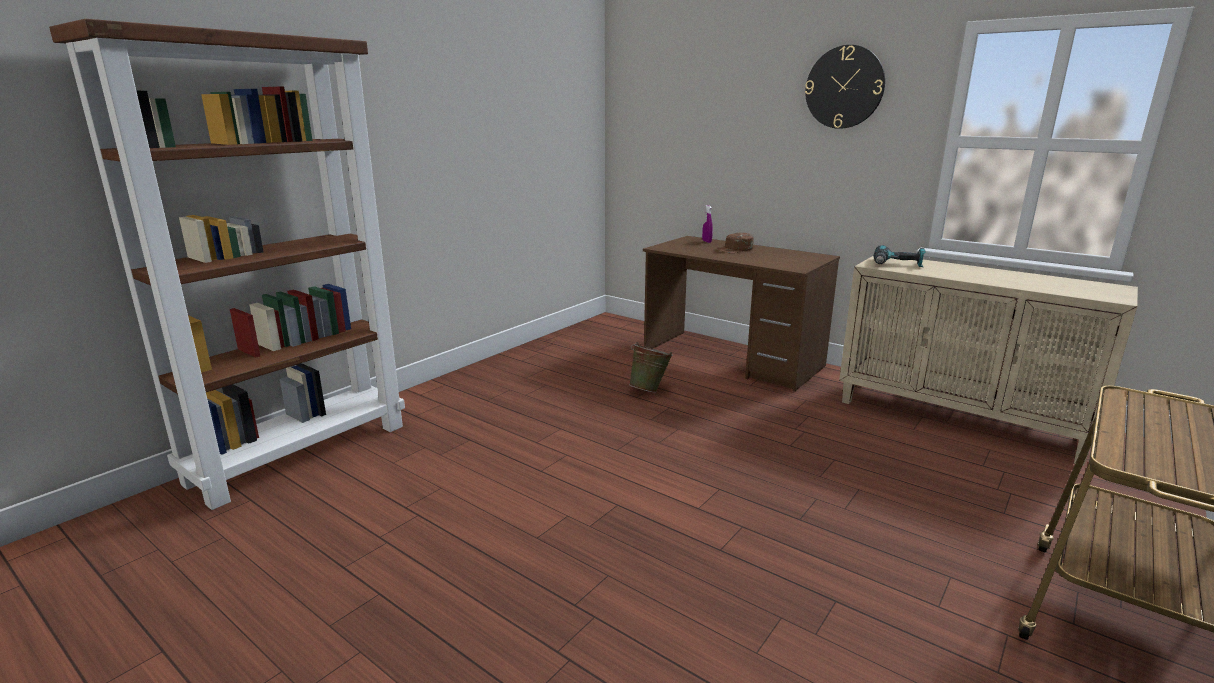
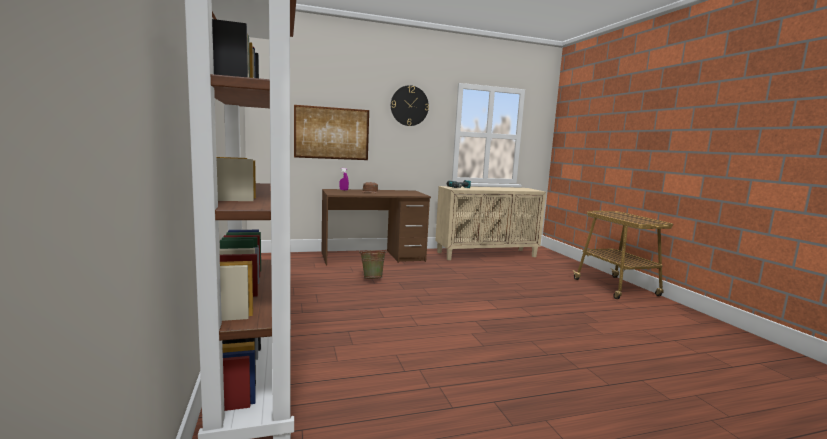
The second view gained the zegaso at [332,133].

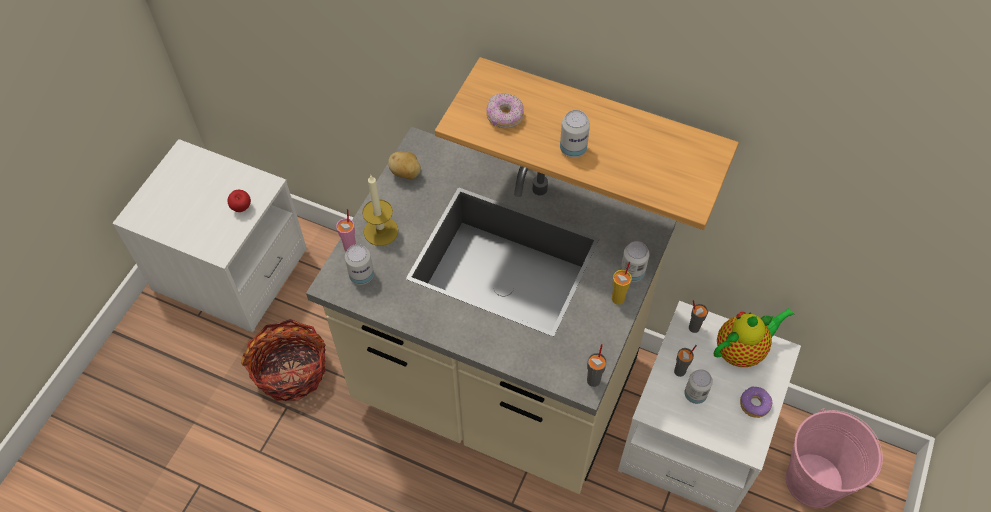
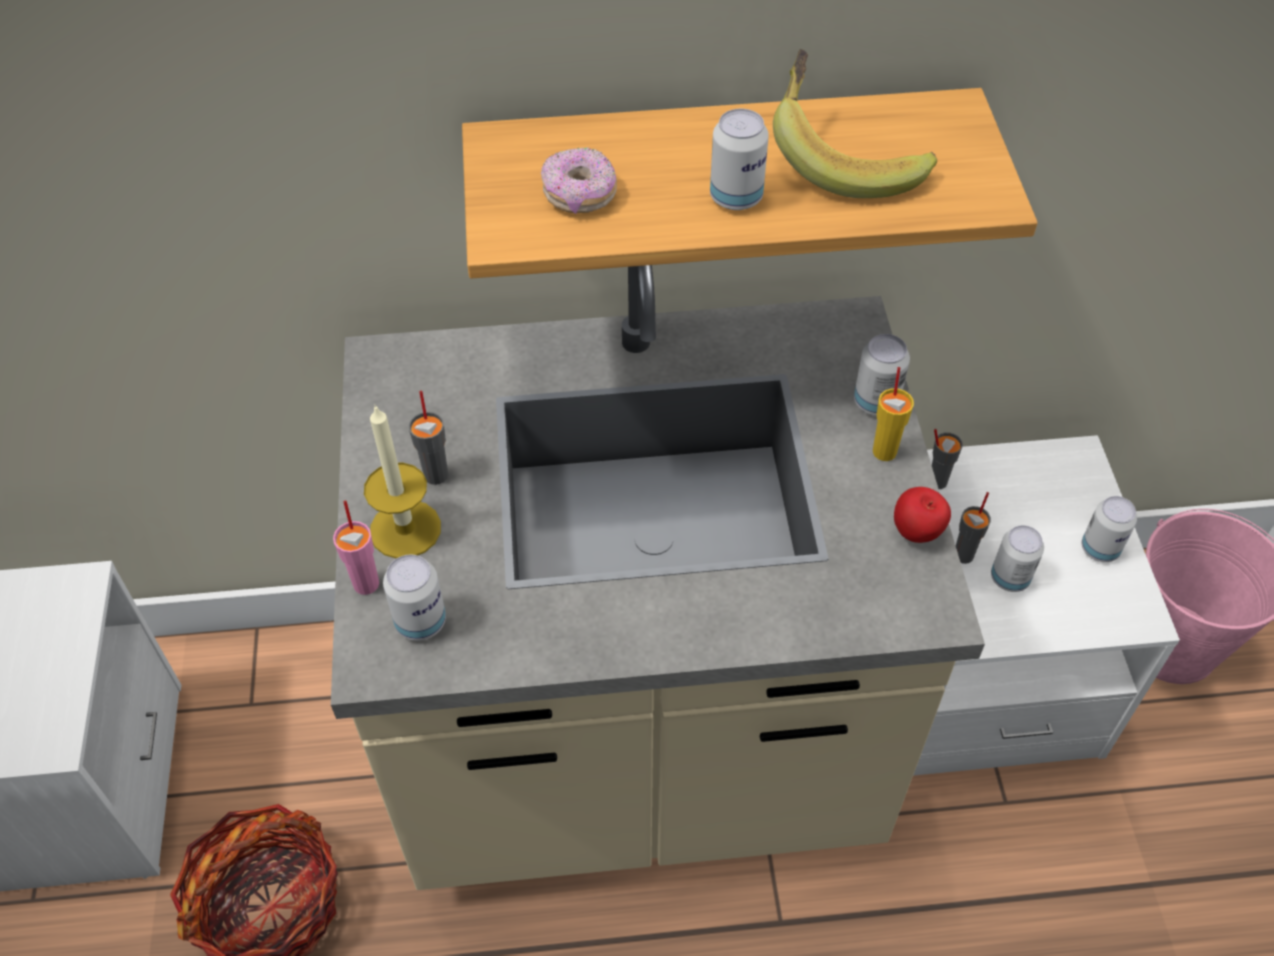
The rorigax ended up elsewhere, having gone from [242,208] to [917,533].
The second view lost the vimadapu at [406,173].
The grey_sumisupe ended up elsewhere, having gone from [594,380] to [436,474].
The second view lost the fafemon at [742,350].
Where the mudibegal stood at [754,404], the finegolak came to stand at [1099,549].
The second view gained the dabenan at [844,157].

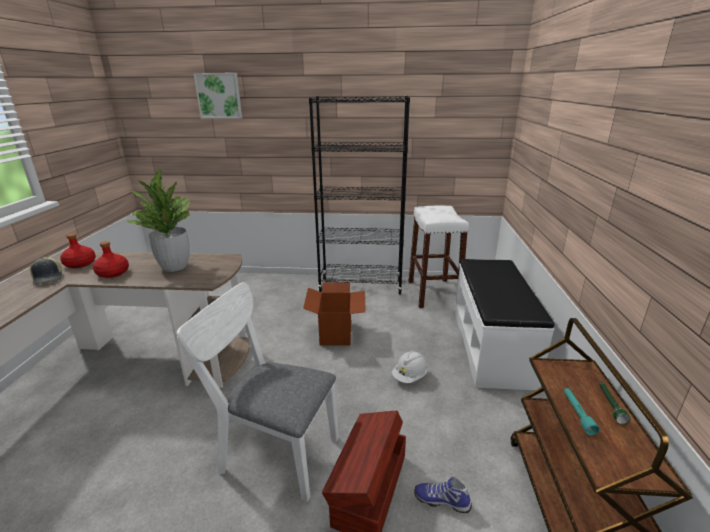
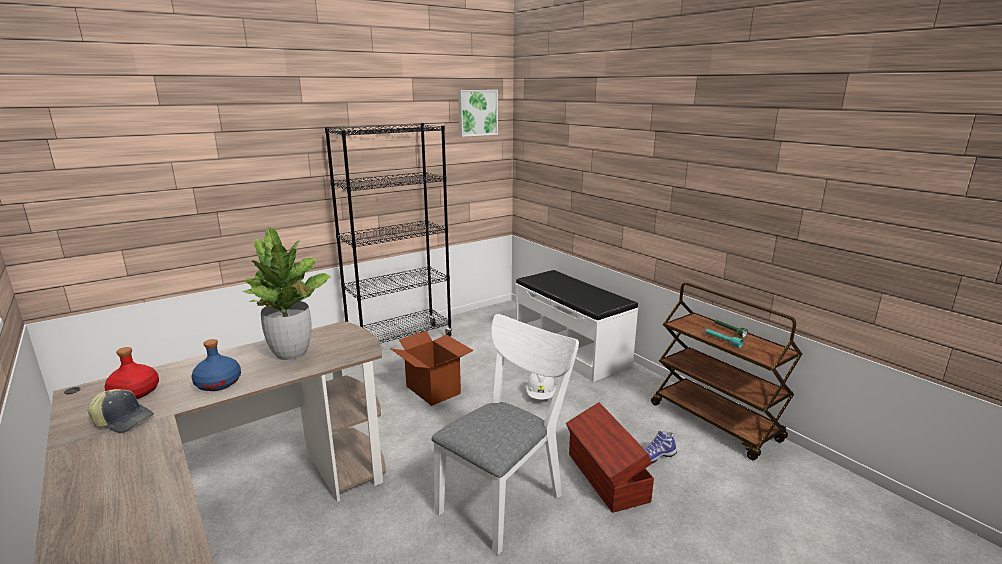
What was the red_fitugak at [113,273] turned into the blue_fitugak at [218,383].
The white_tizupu at [273,451] ended up facing another way, 150 degrees clockwise from before.
The zegaso ended up elsewhere, having gone from [219,96] to [477,112].
The second view lost the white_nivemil at [433,293].

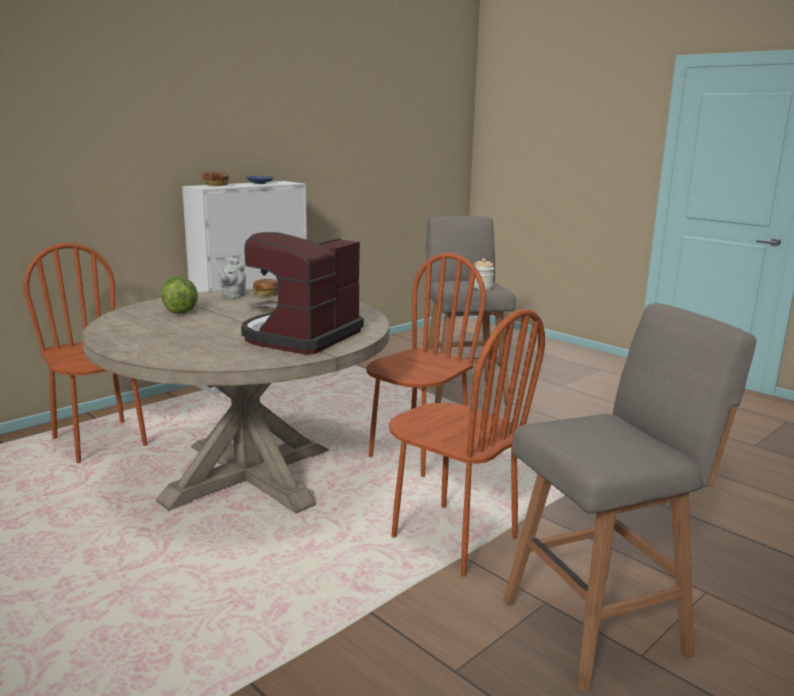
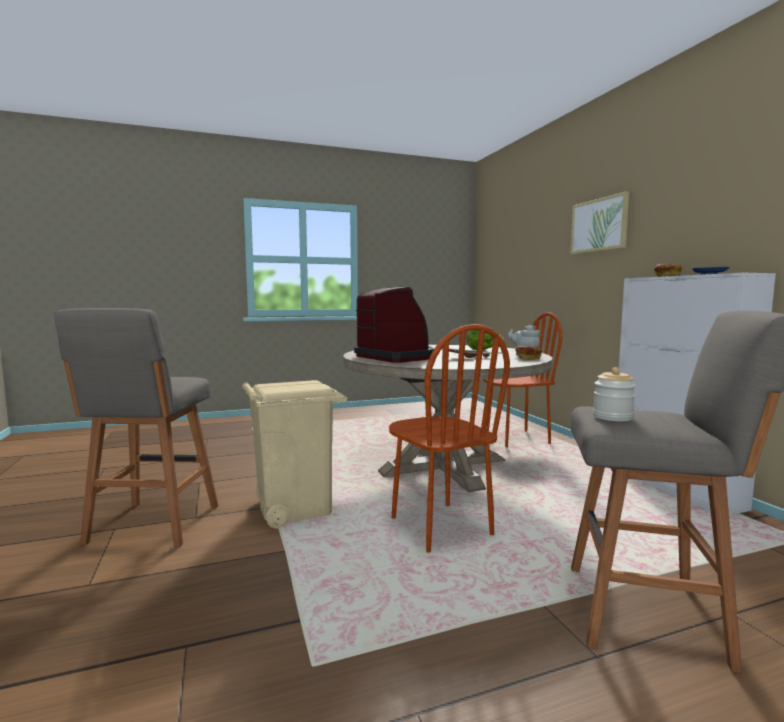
Where the brown_tizupu stood at [453,538], the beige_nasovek came to stand at [295,508].
The second view gained the zegaso at [599,225].

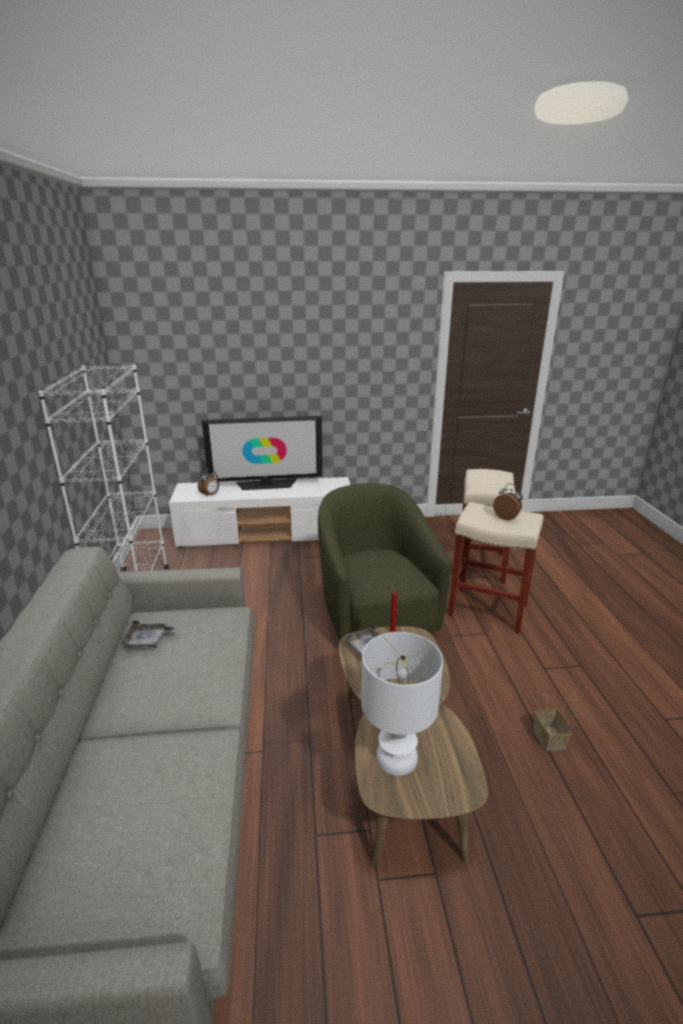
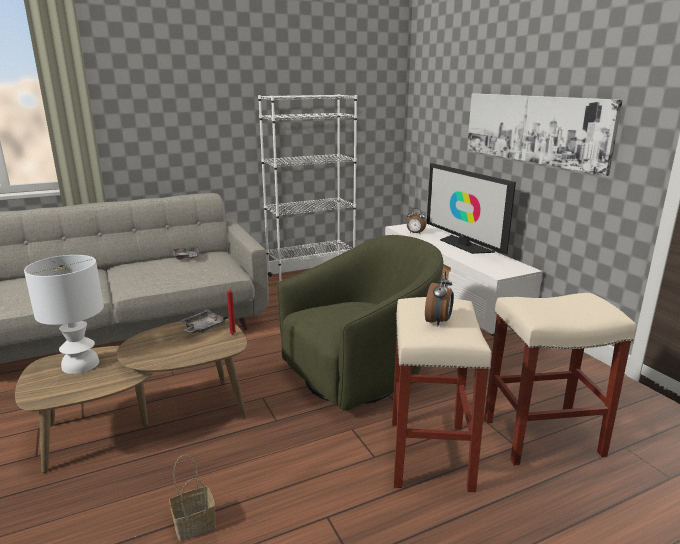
The second view gained the zegaso at [533,129].

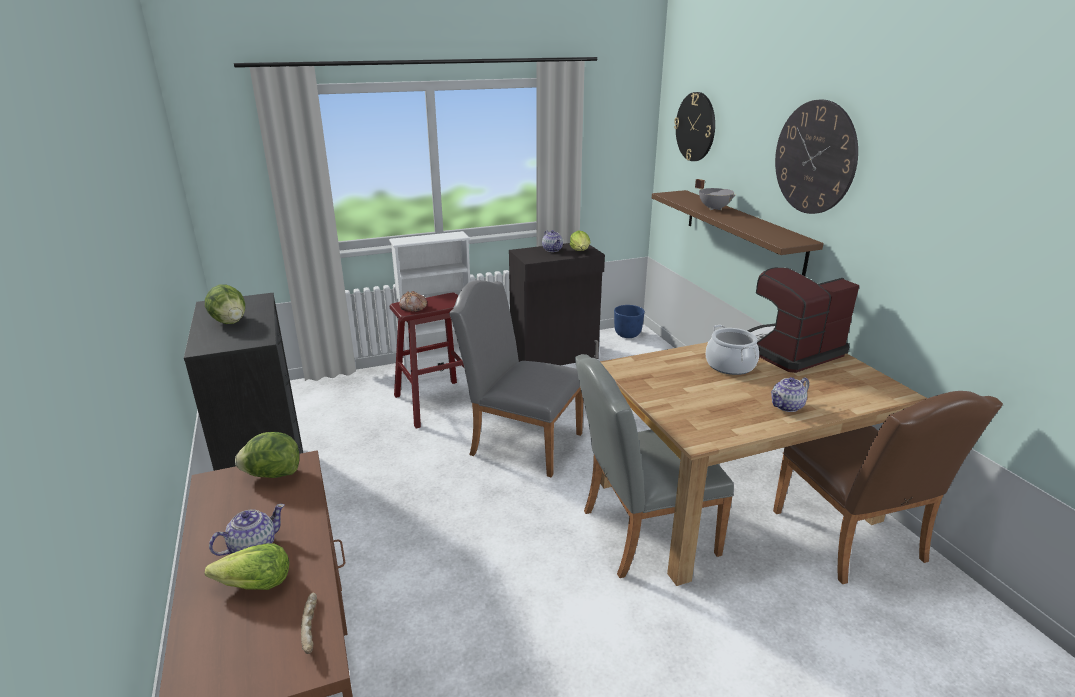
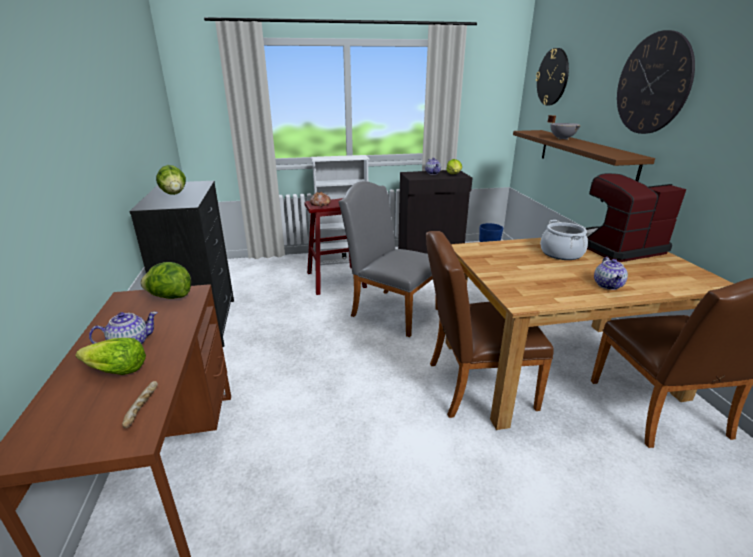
What was the grey_tizupu at [640,533] turned into the brown_tizupu at [472,385].
The fafemon at [787,406] ended up facing another way, 60 degrees counterclockwise from before.

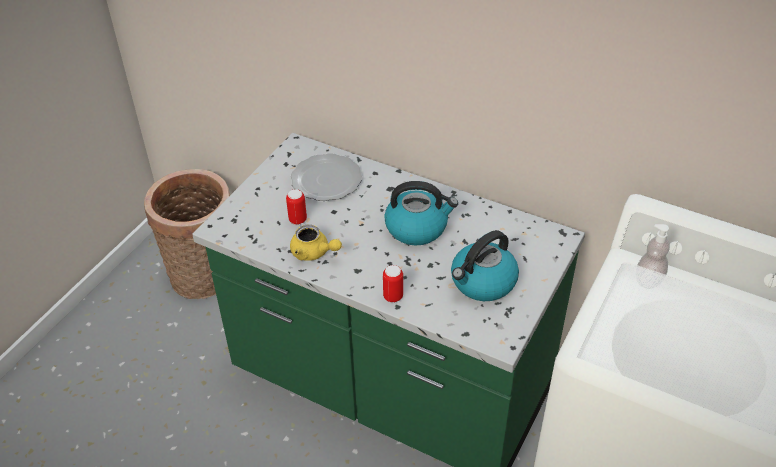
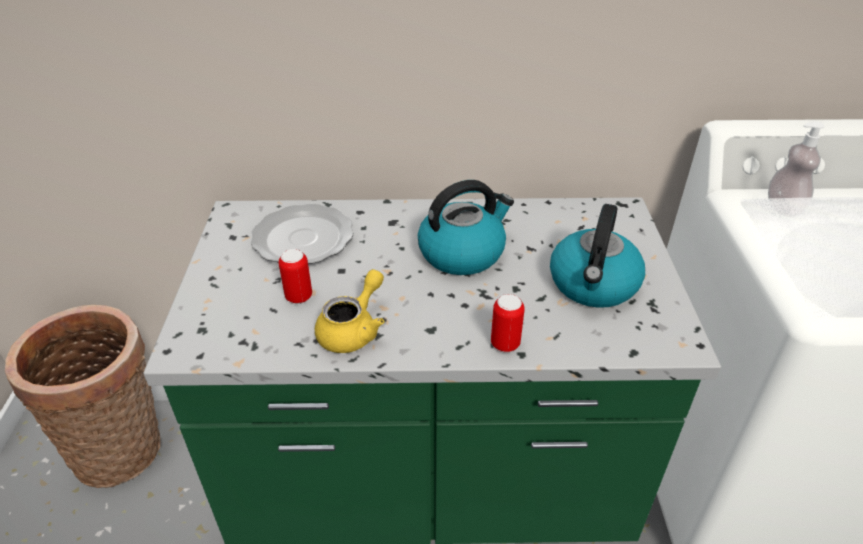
The yellow_fafemon at [314,253] ended up facing another way, 60 degrees counterclockwise from before.

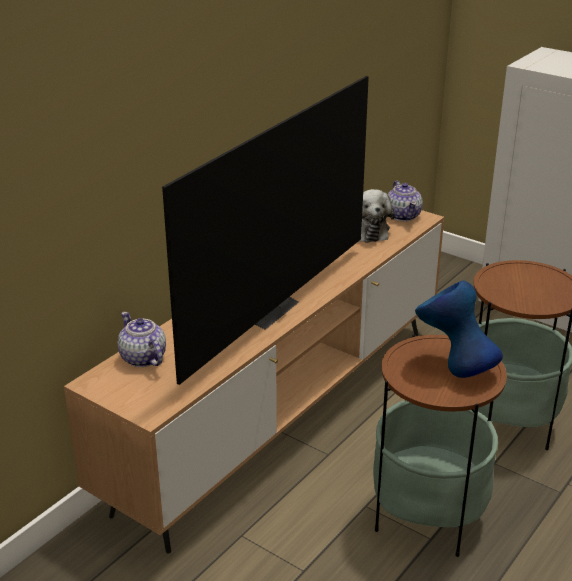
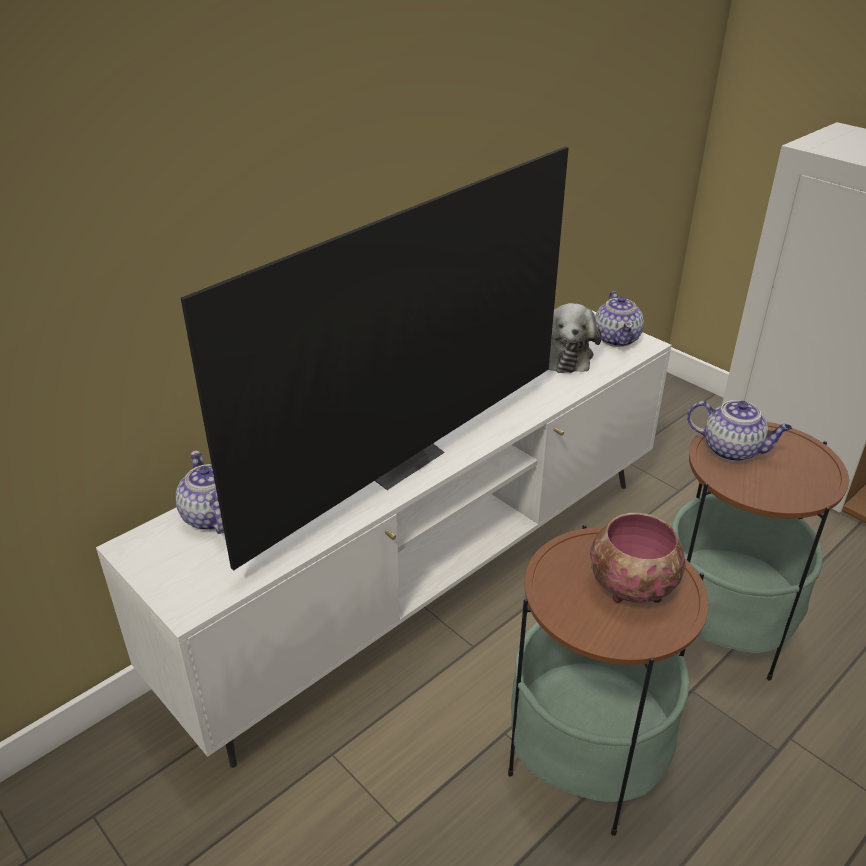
What was the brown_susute at [284,415] turned into the white_susute at [430,582].
Where the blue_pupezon stood at [454,368], the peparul came to stand at [630,589].
The second view gained the fafemon at [732,450].

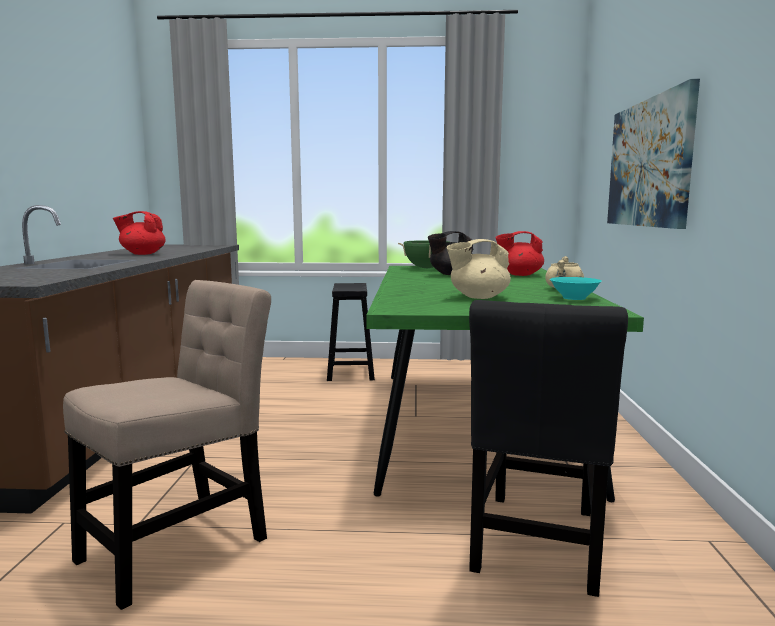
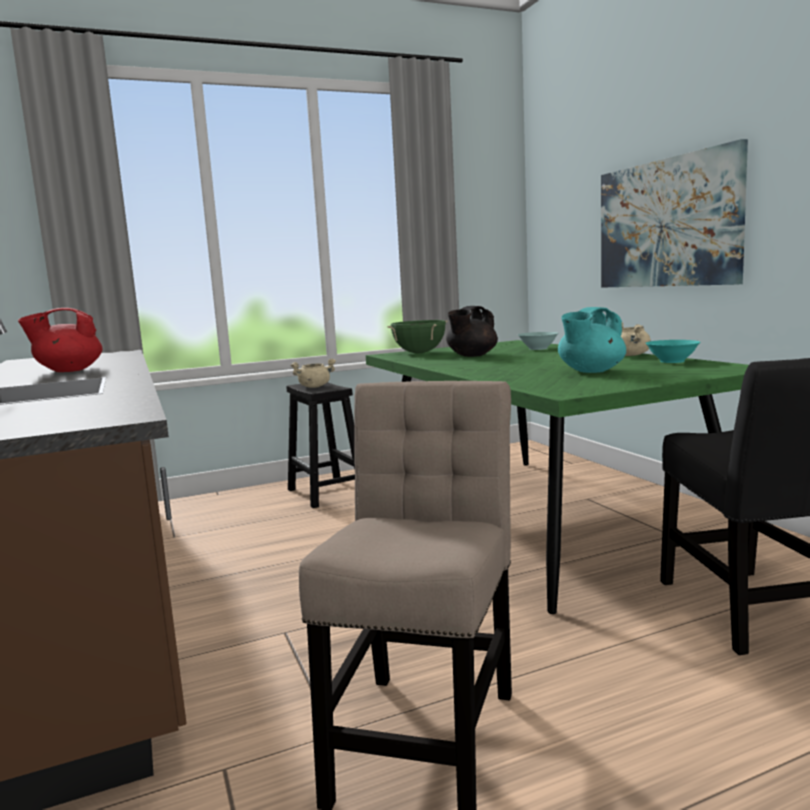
What was the beige_fafemon at [478,297] turned into the turquoise_fafemon at [590,371].
Where the red_fafemon stood at [519,274], the turquoise_peparul came to stand at [537,348].
The second view gained the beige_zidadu at [314,387].

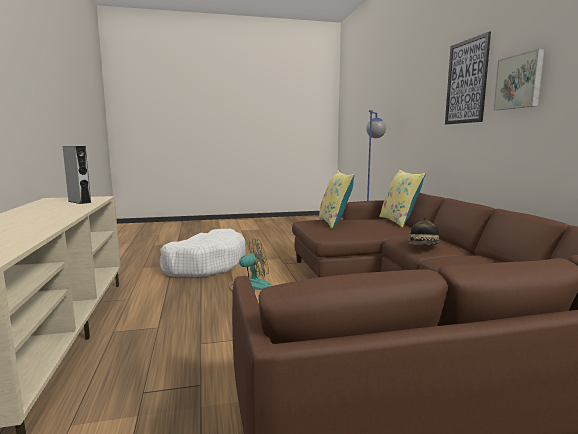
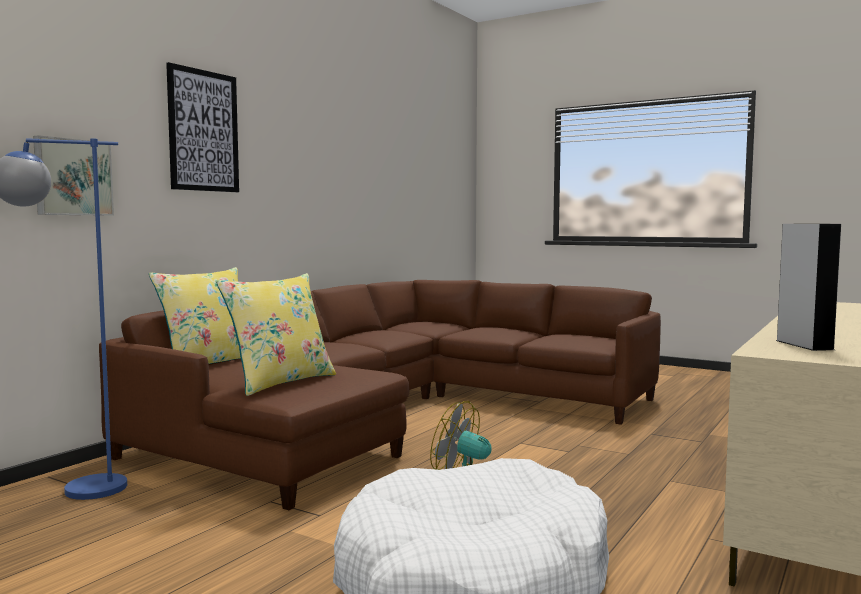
The second view lost the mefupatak at [424,246].
The zegaso ended up elsewhere, having gone from [519,82] to [72,177].

